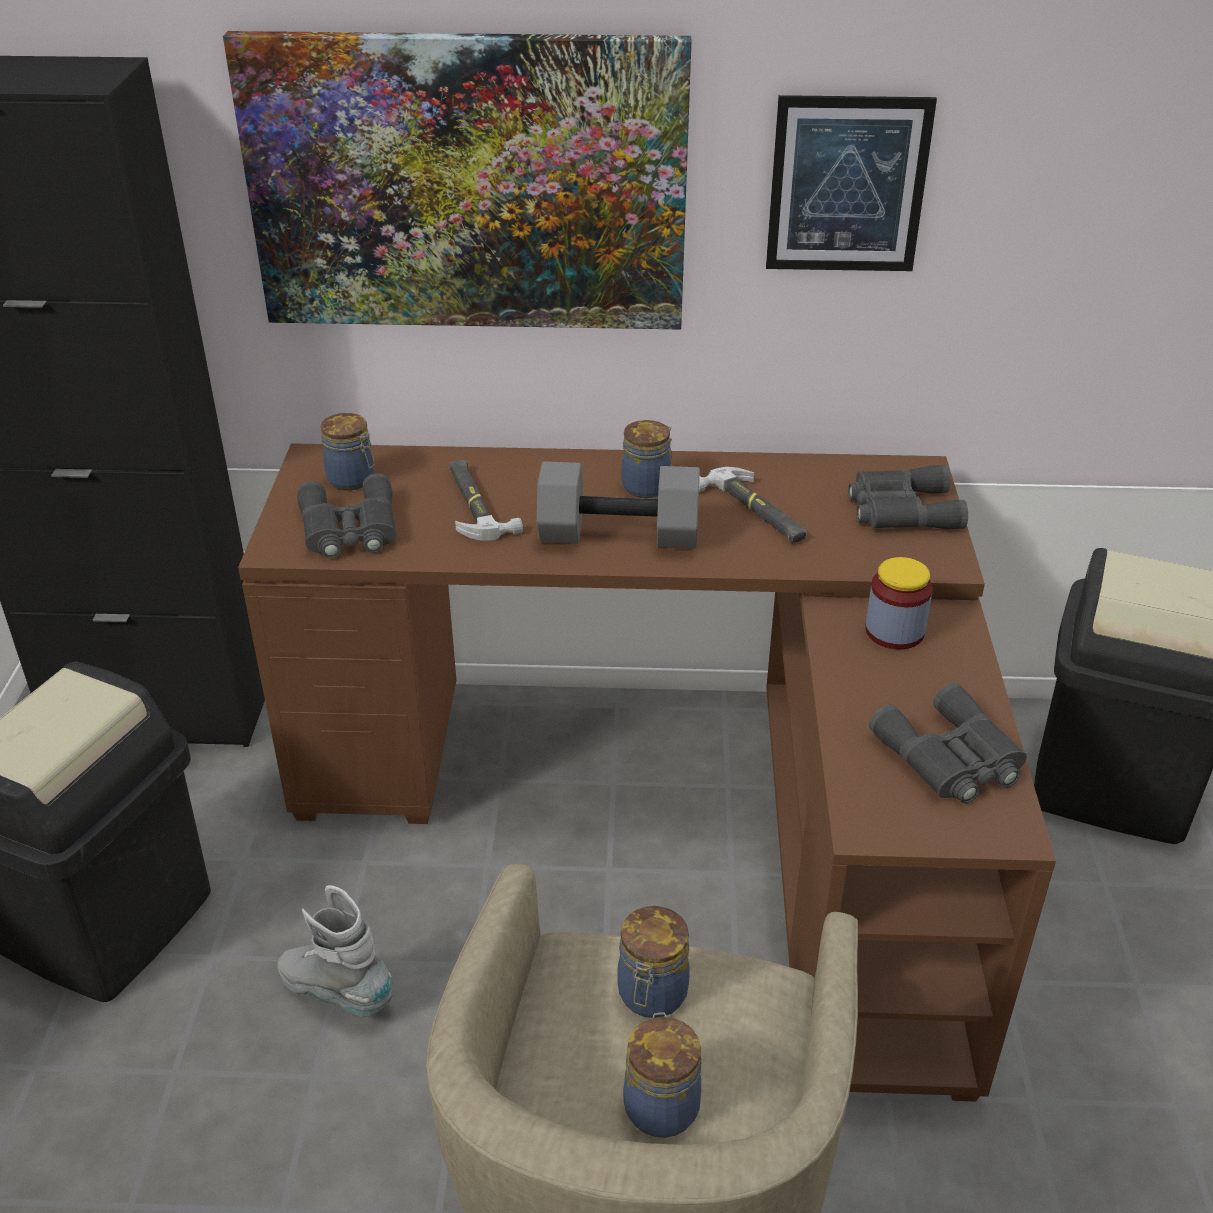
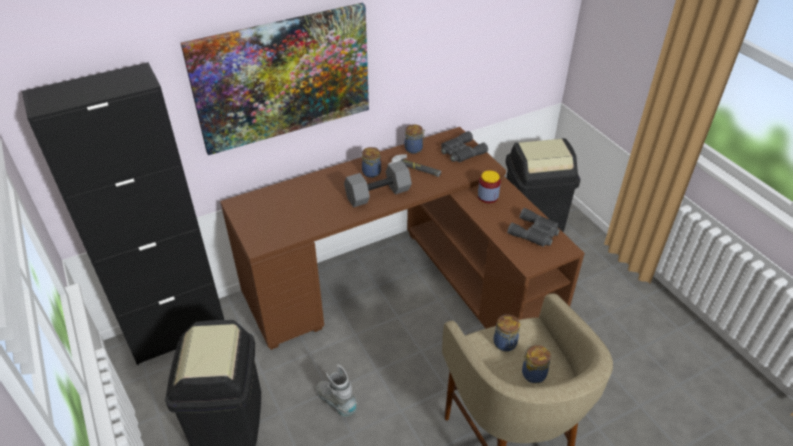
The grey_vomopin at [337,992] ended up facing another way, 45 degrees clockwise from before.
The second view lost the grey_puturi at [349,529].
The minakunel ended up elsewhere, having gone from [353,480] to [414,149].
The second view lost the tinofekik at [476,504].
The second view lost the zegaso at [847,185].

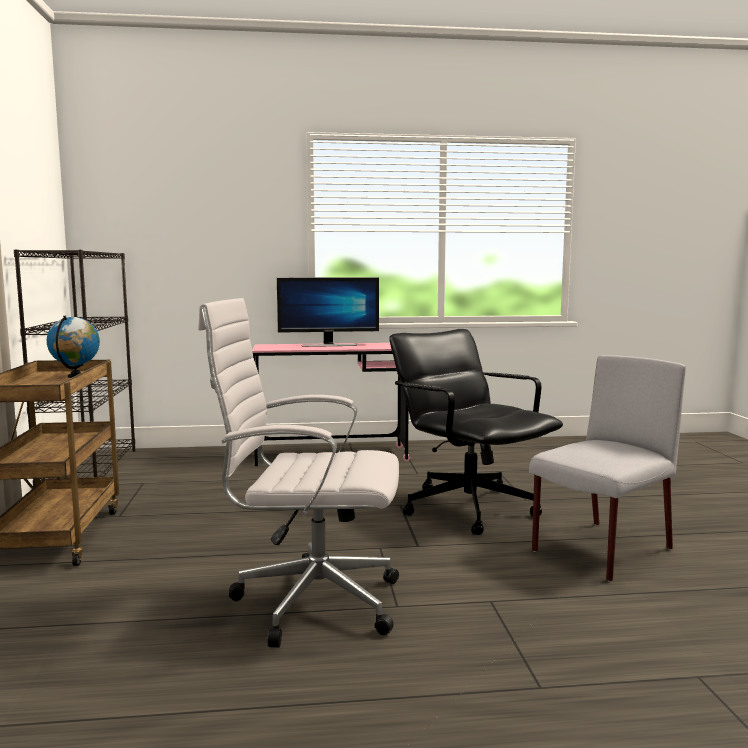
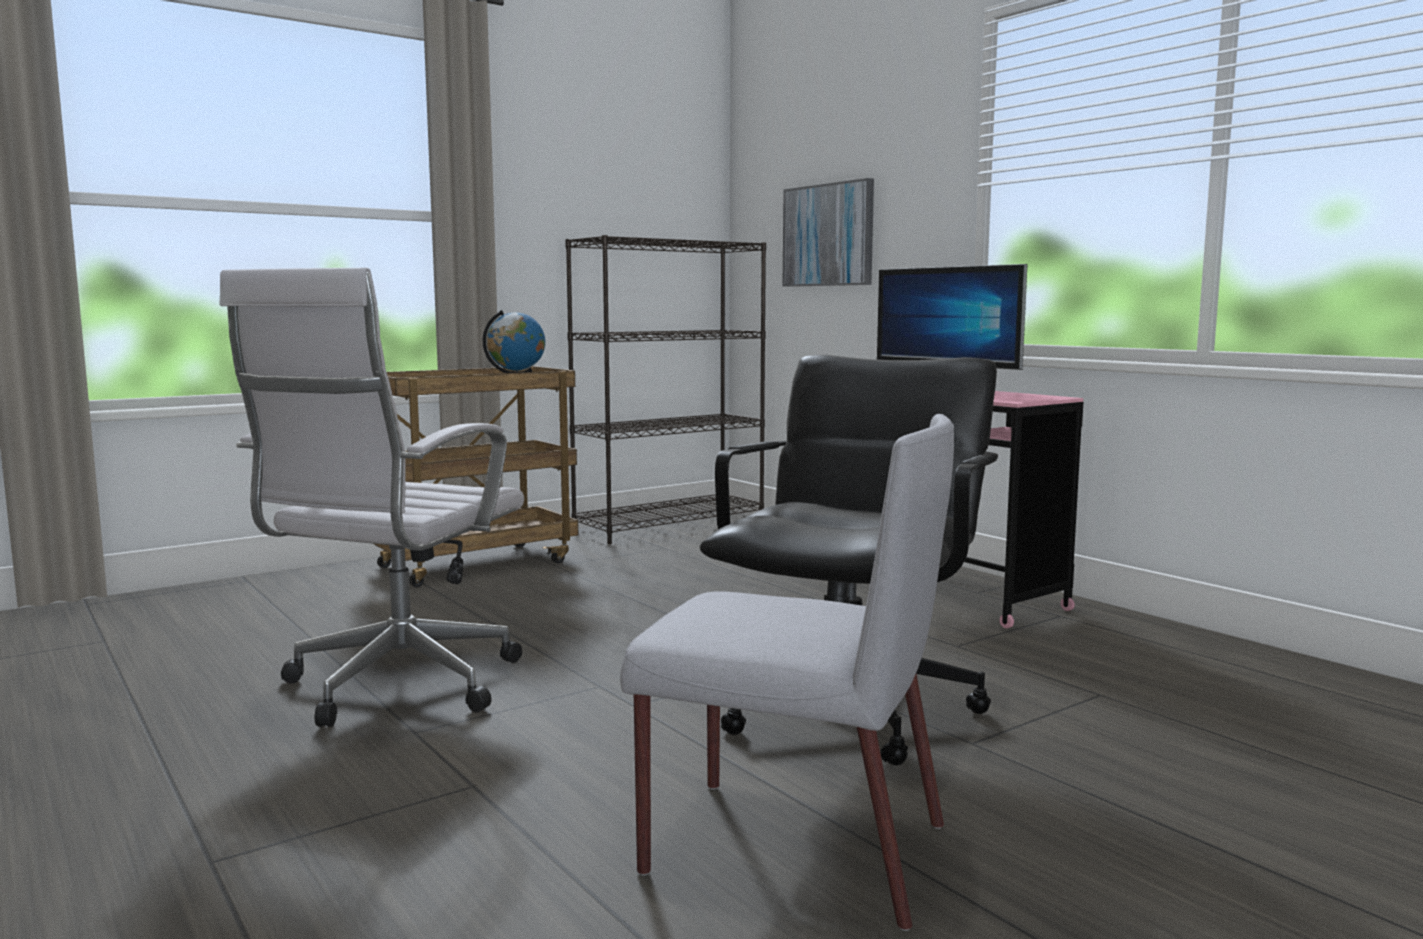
The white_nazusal at [309,602] ended up facing another way, 135 degrees counterclockwise from before.
The second view gained the zegaso at [828,235].

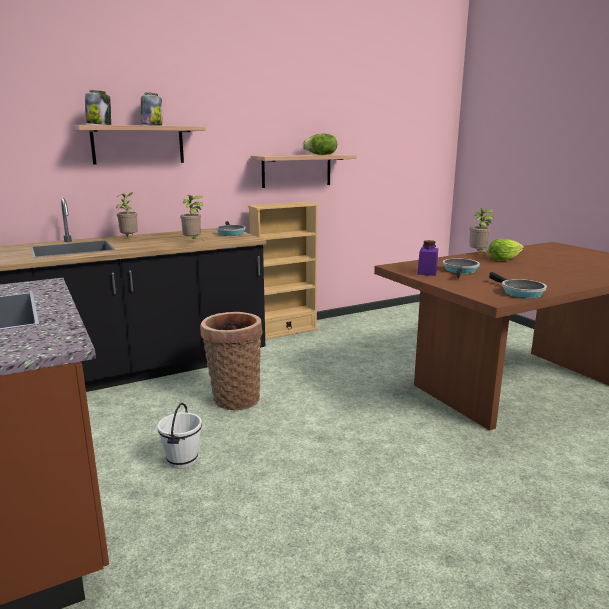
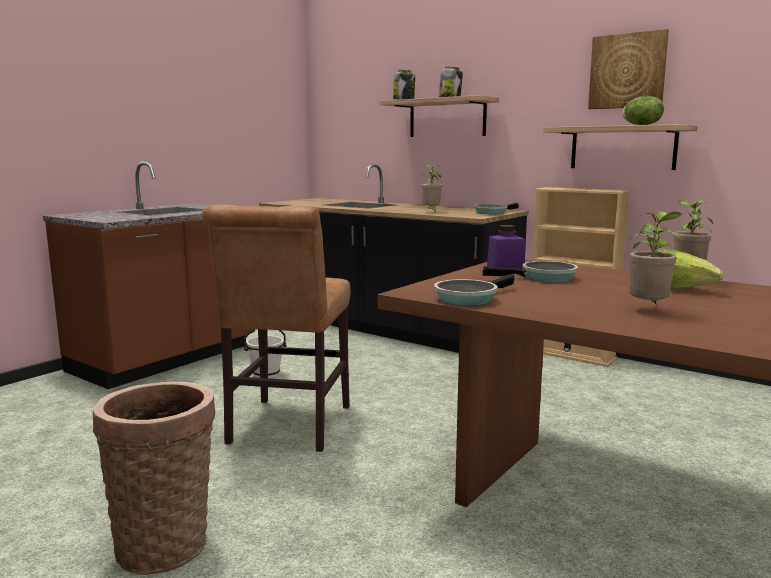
The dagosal ended up elsewhere, having gone from [129,238] to [649,310].
The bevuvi ended up elsewhere, having gone from [234,398] to [166,543].
The second view gained the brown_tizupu at [287,428].
The second view gained the zegaso at [627,71].

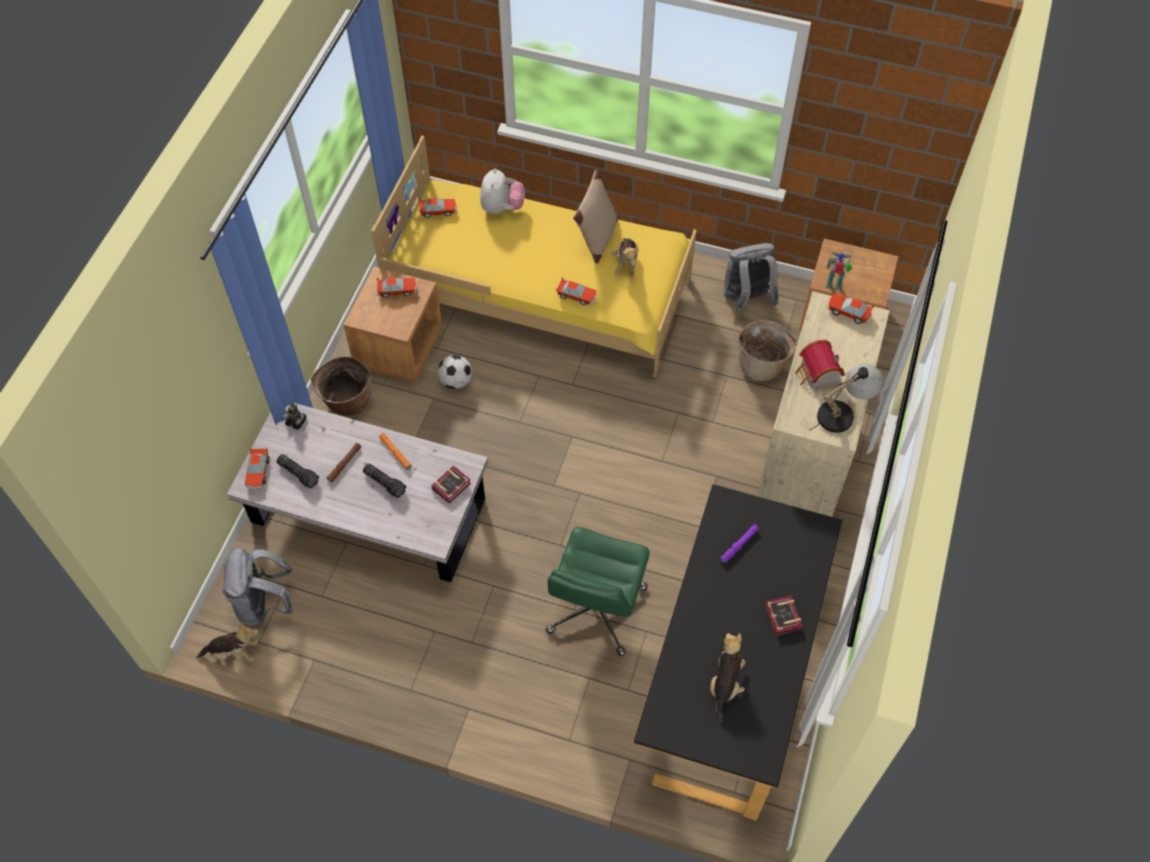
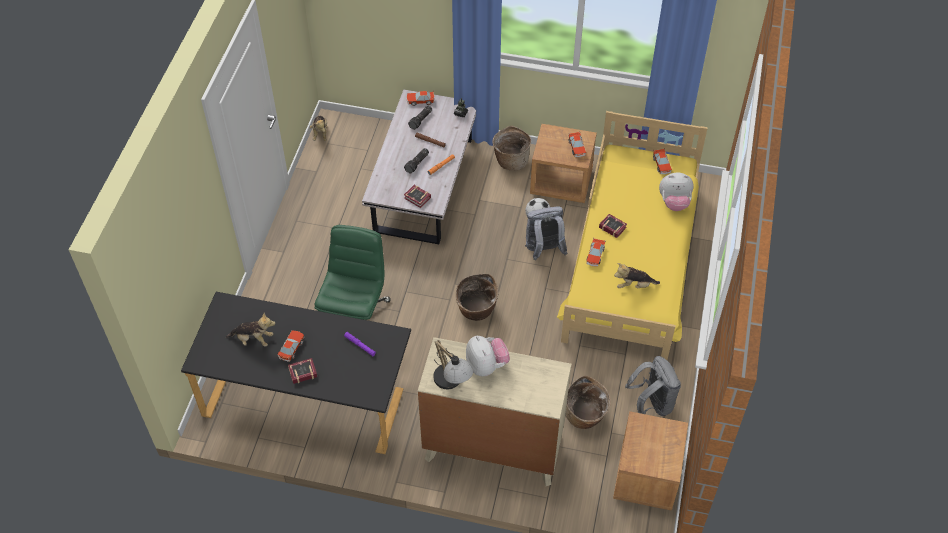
The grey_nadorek ended up elsewhere, having gone from [264,604] to [544,250].
The green_nazusal at [596,611] ended up facing another way, 90 degrees clockwise from before.
The second view lost the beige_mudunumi at [597,239].
Where the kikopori stood at [817,375], the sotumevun came to stand at [486,365].
The second view lost the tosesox at [834,286].
The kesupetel ended up elsewhere, having gone from [848,312] to [291,348].
The second view gained the bevuvi at [476,311].
The second view gained the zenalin at [612,226].

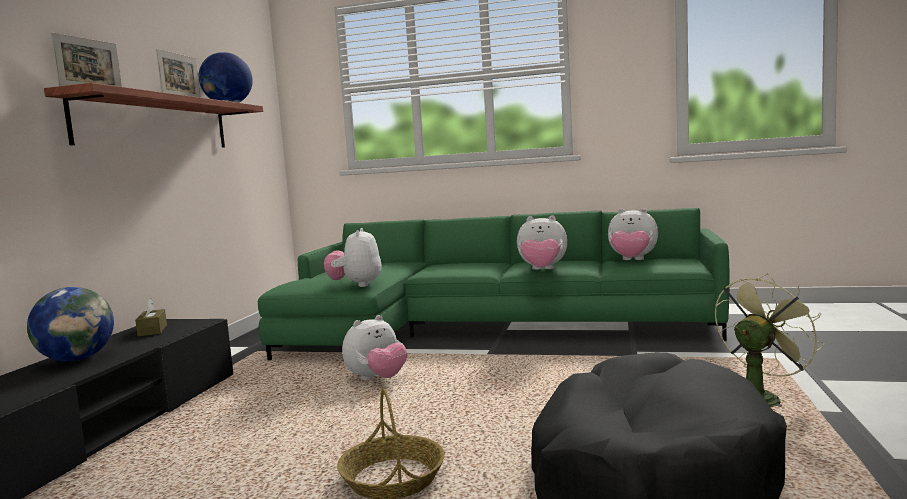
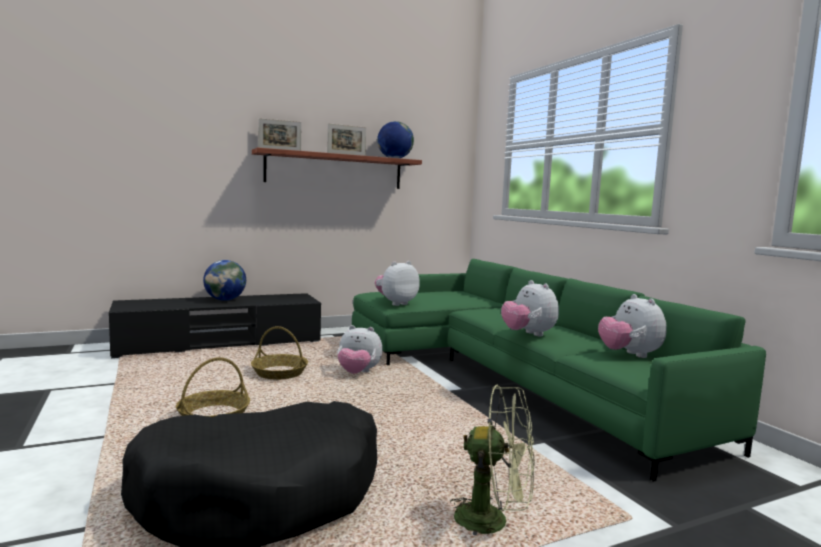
The second view lost the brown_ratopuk at [152,330].
The second view gained the bevuvi at [279,373].

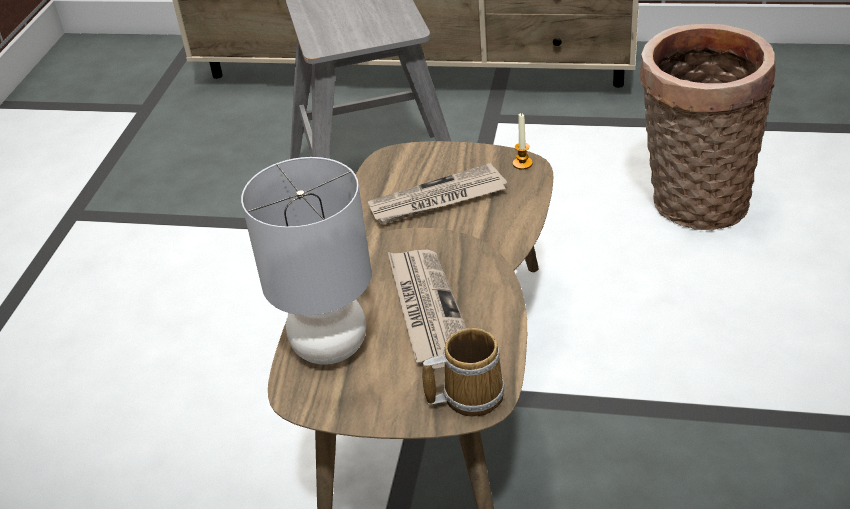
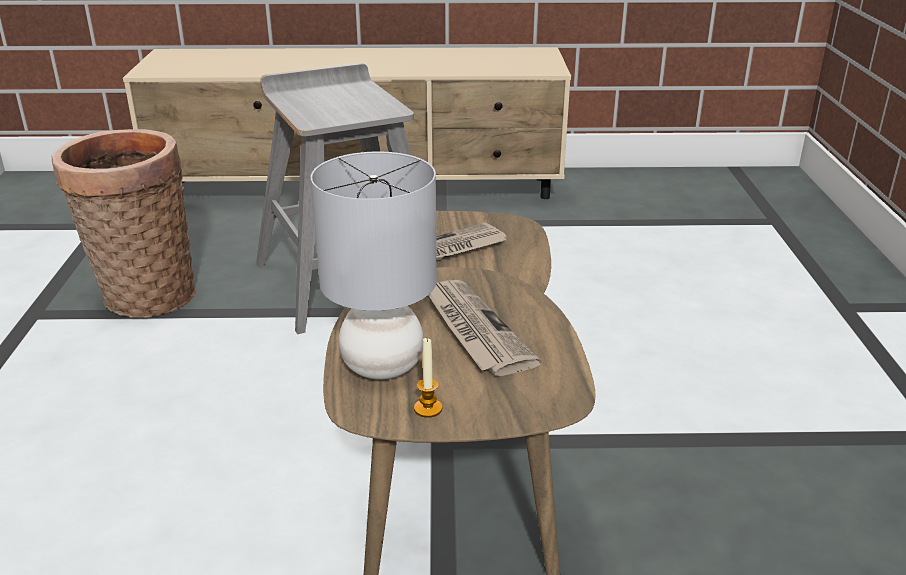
The second view lost the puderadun at [468,394].
The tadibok ended up elsewhere, having gone from [522,163] to [428,408].
The bevuvi ended up elsewhere, having gone from [693,201] to [143,296].

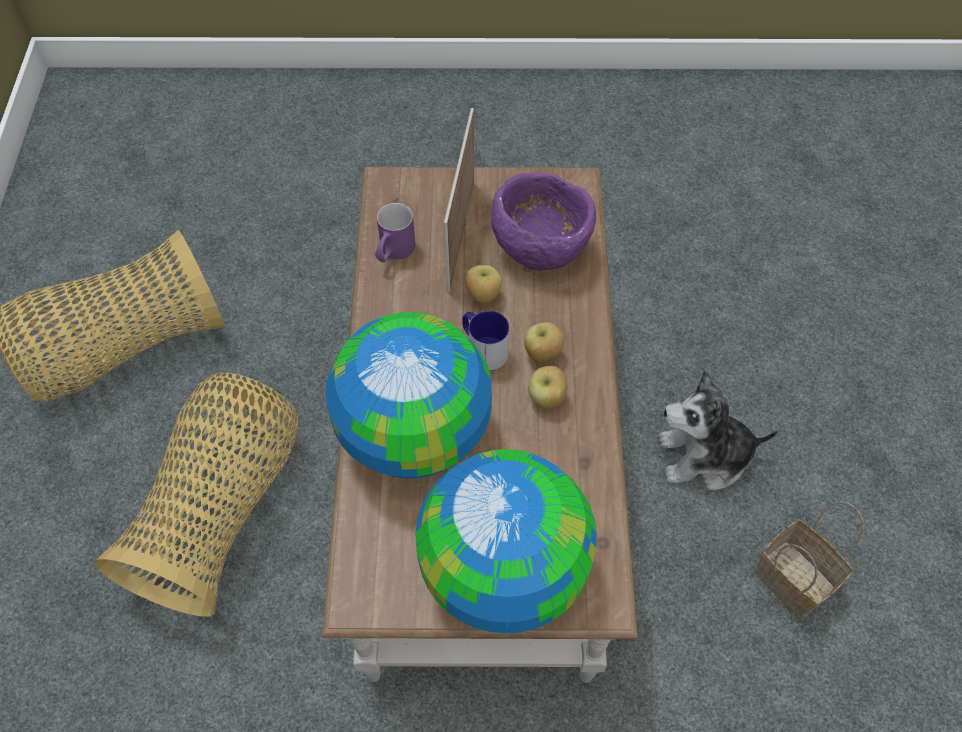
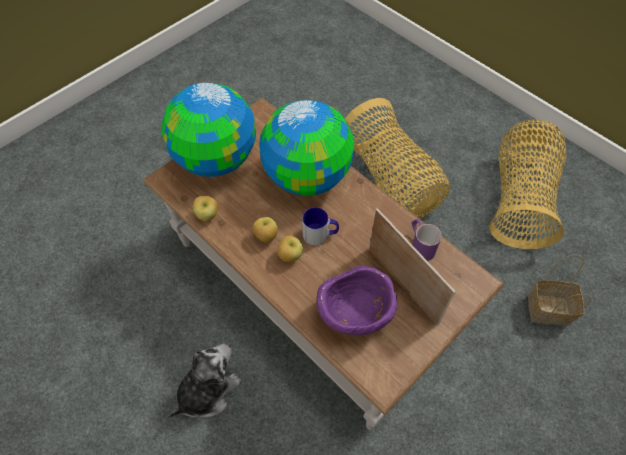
The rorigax ended up elsewhere, having gone from [482,295] to [207,215].
The bevuvi ended up elsewhere, having gone from [790,578] to [550,309].

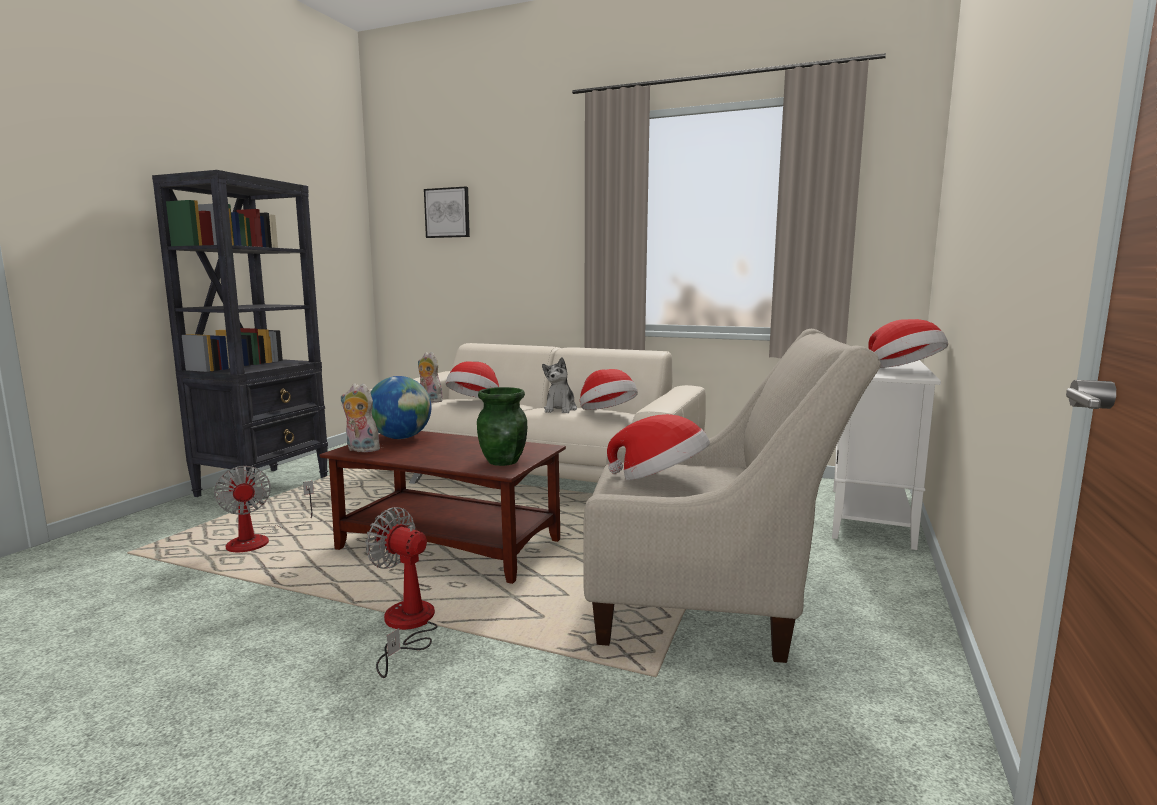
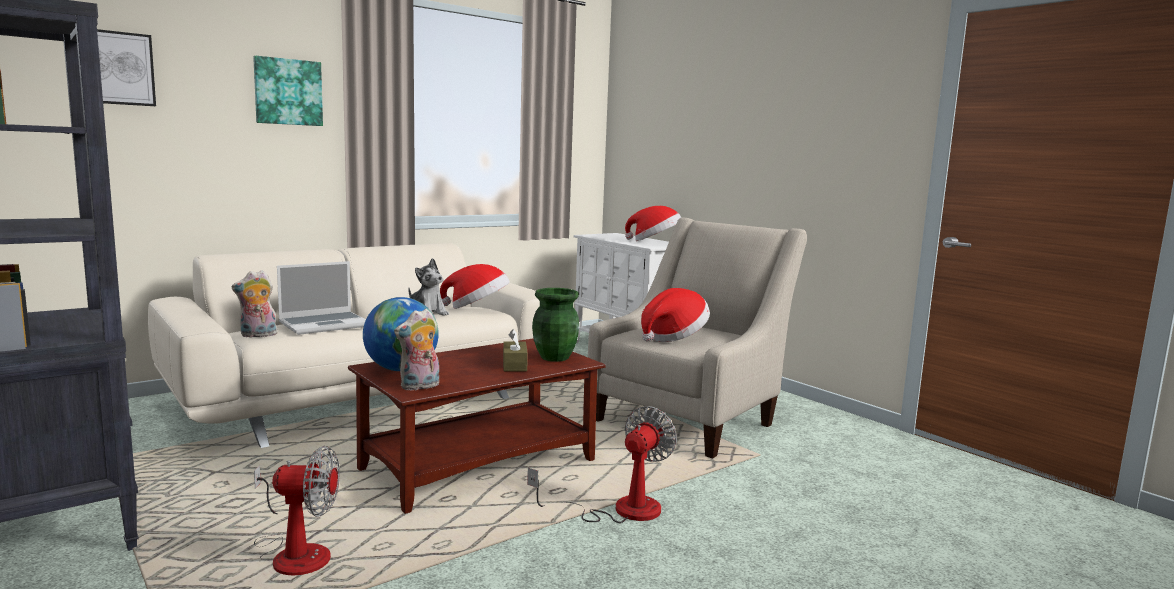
The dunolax at [407,626] ended up facing another way, 150 degrees clockwise from before.
Where the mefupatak stood at [474,402], the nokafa came to stand at [325,324].
The second view gained the zegaso at [288,92].
The second view gained the brown_ratopuk at [514,365].

